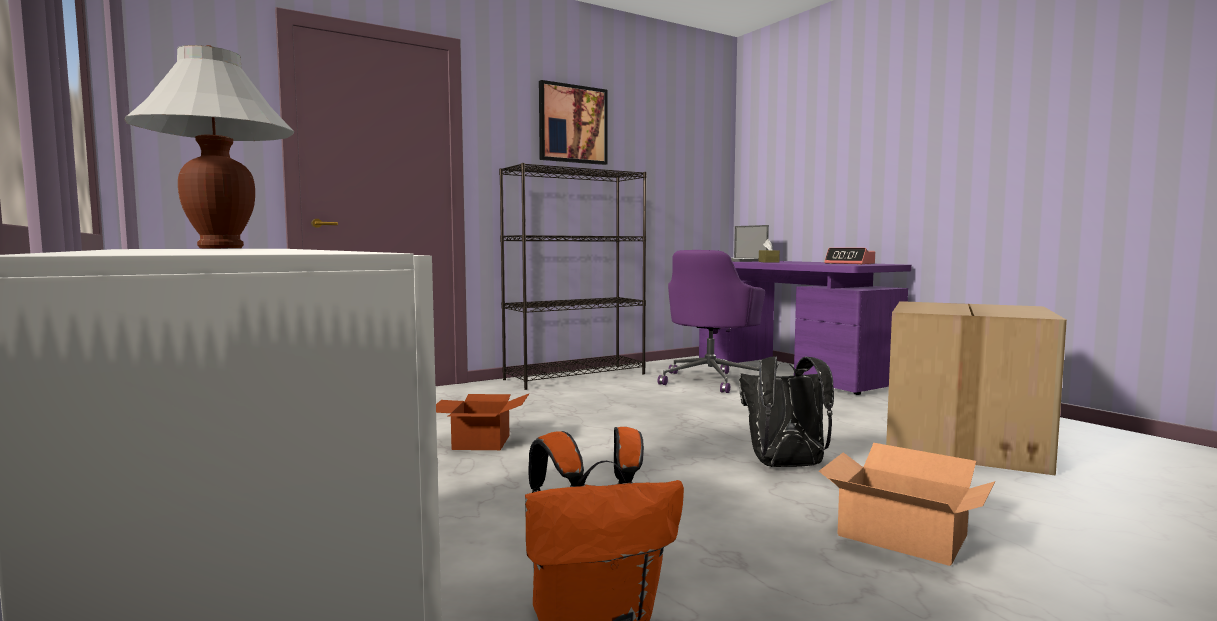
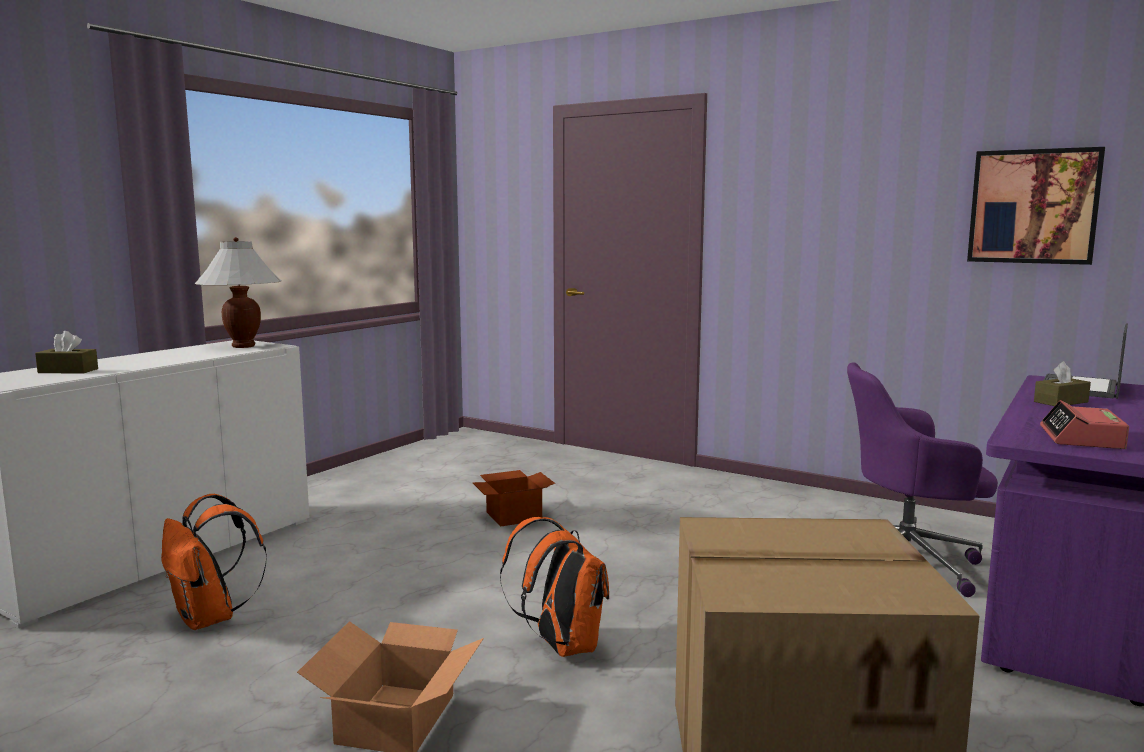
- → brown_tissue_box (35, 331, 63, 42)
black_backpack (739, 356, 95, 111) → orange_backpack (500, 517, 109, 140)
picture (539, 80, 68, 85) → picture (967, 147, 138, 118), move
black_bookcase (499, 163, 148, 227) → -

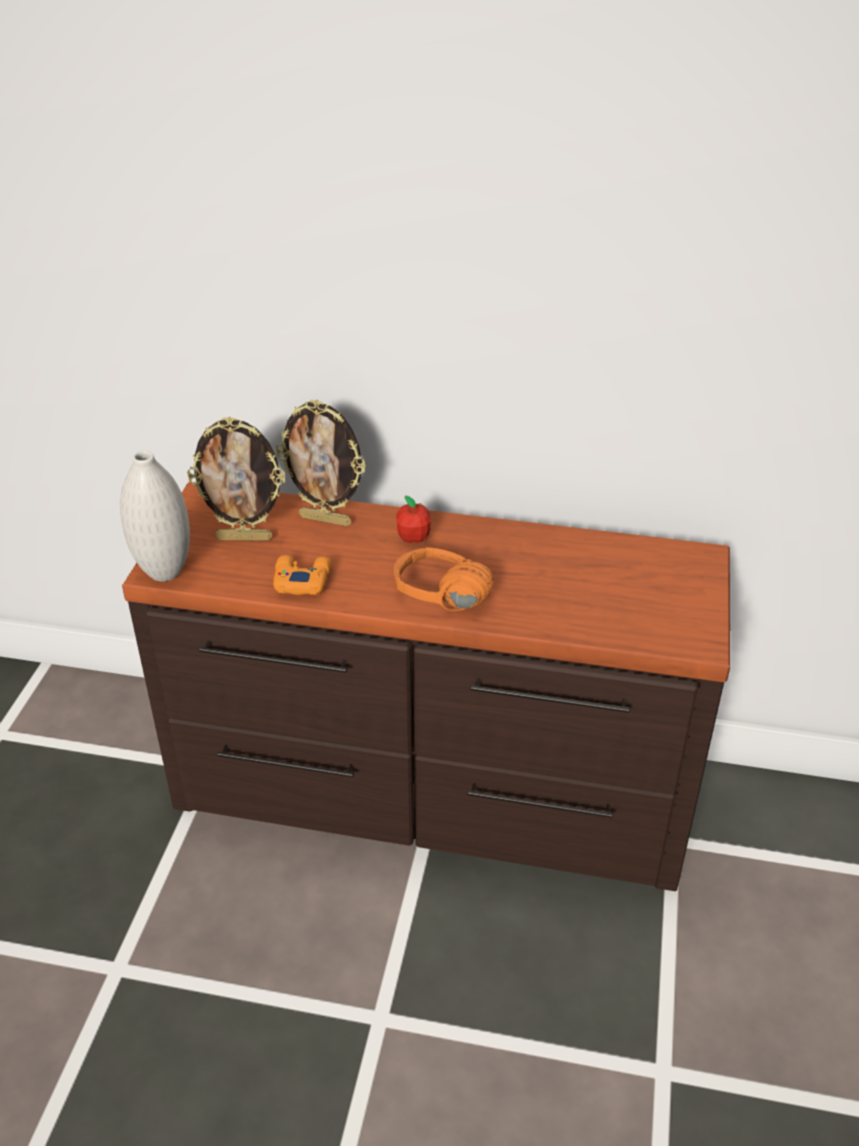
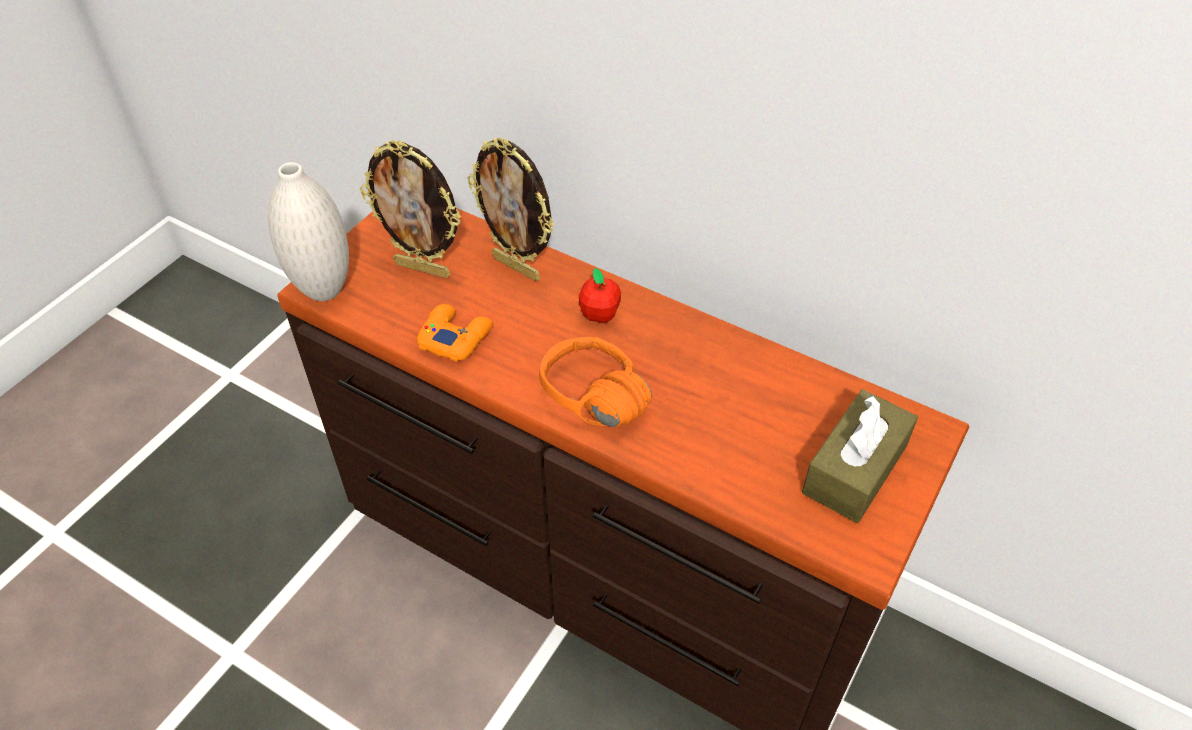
- → brown_tissue_box (802, 389, 116, 134)

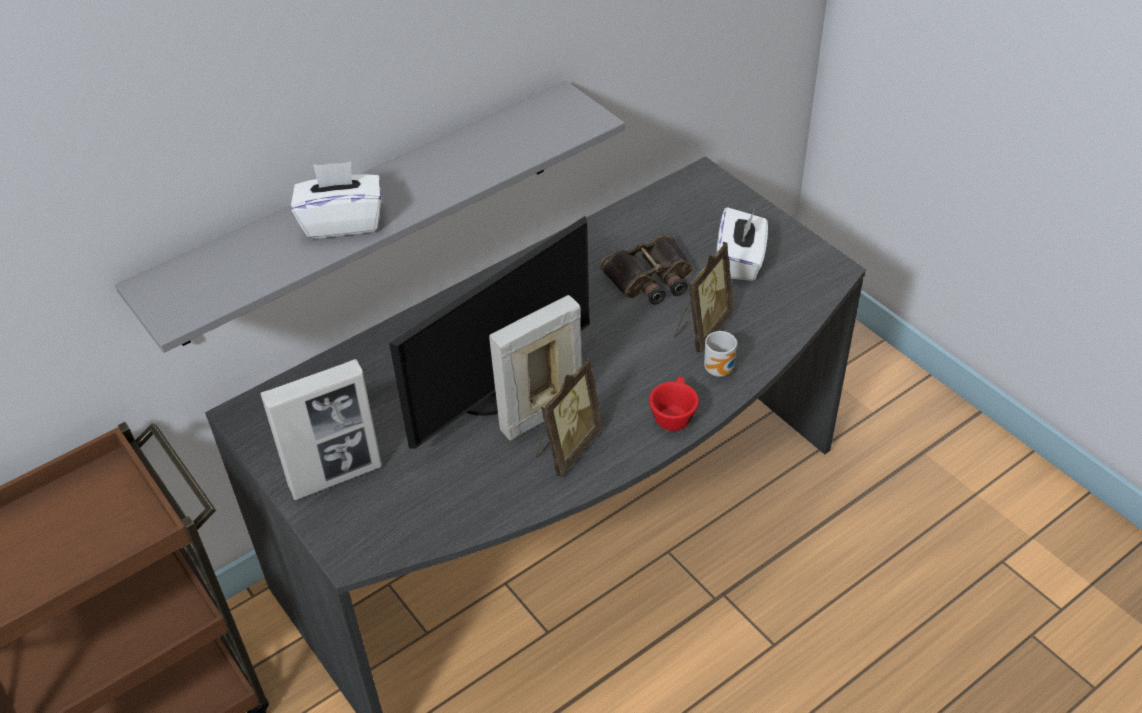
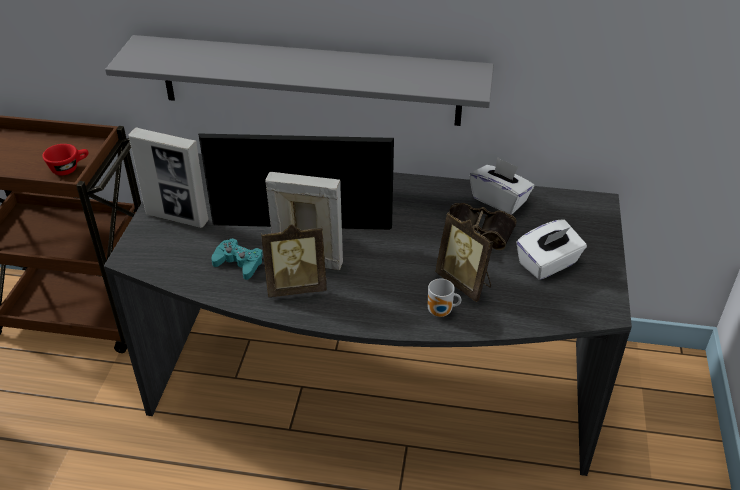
red_cup (649, 377, 50, 54) → red_cup (42, 144, 46, 31), move
- → turquoise_game_controller (211, 238, 53, 42)
picture_frame (674, 242, 60, 111) → picture_frame (435, 212, 59, 90), 60 degrees clockwise
white_tissue_box (291, 162, 90, 76) → white_tissue_box (469, 157, 65, 58), move

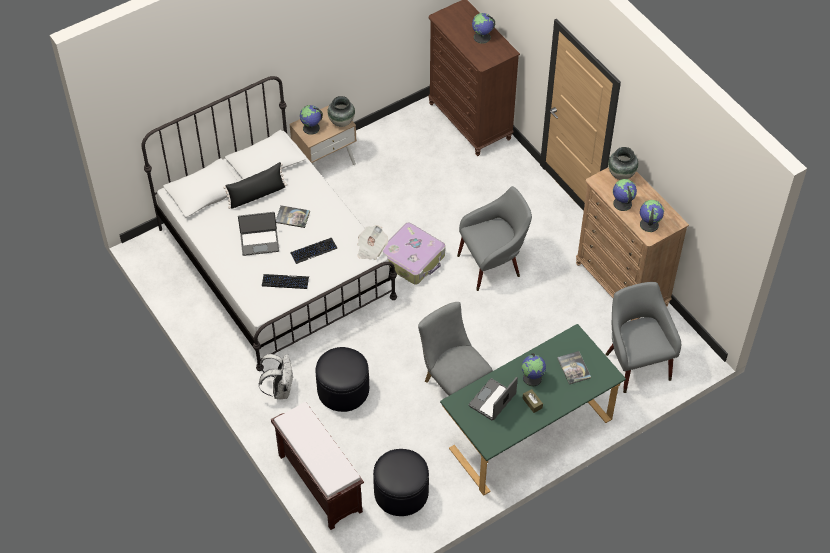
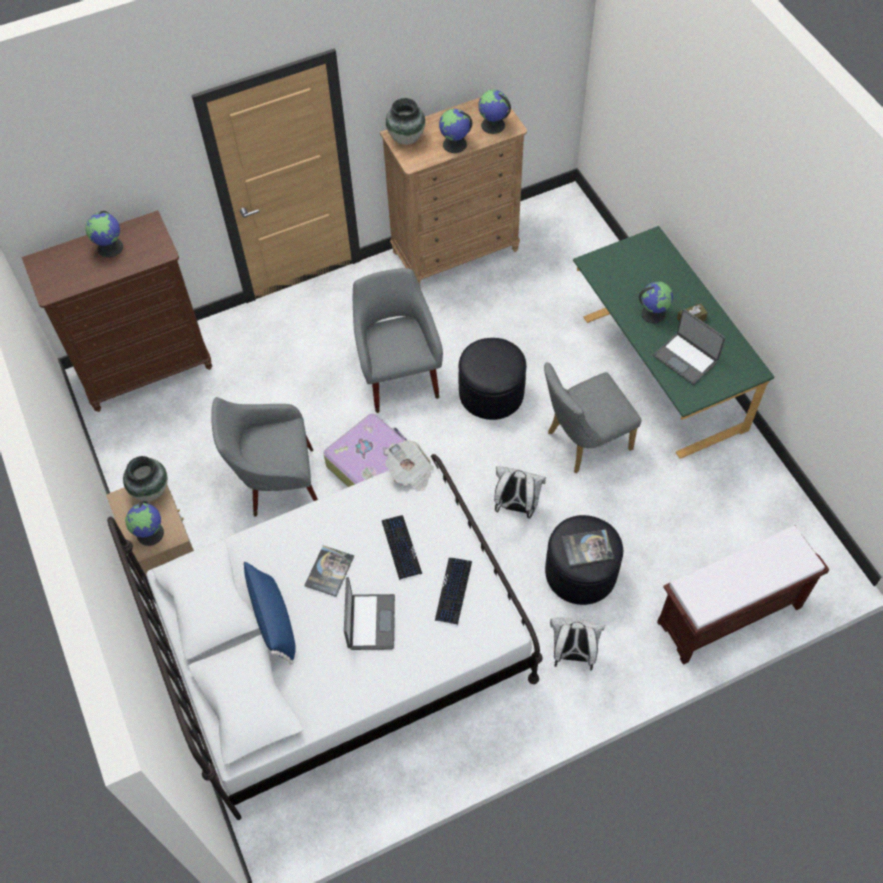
grey_armchair (605, 282, 76, 111) → grey_armchair (211, 397, 107, 120), move
black_pillow (223, 162, 64, 47) → blue_pillow (243, 561, 53, 103)
black_ottoman (373, 449, 56, 67) → black_ottoman (458, 338, 68, 82), move
- → white_backpack (494, 466, 52, 52)
book (557, 351, 34, 33) → book (562, 529, 52, 37), move

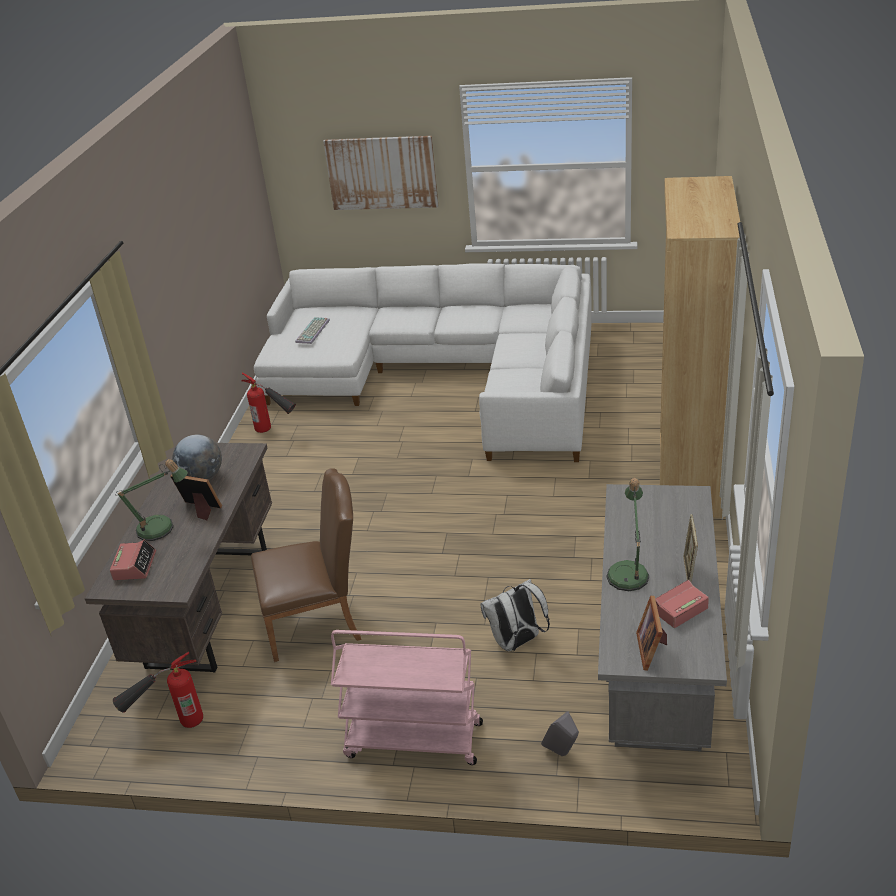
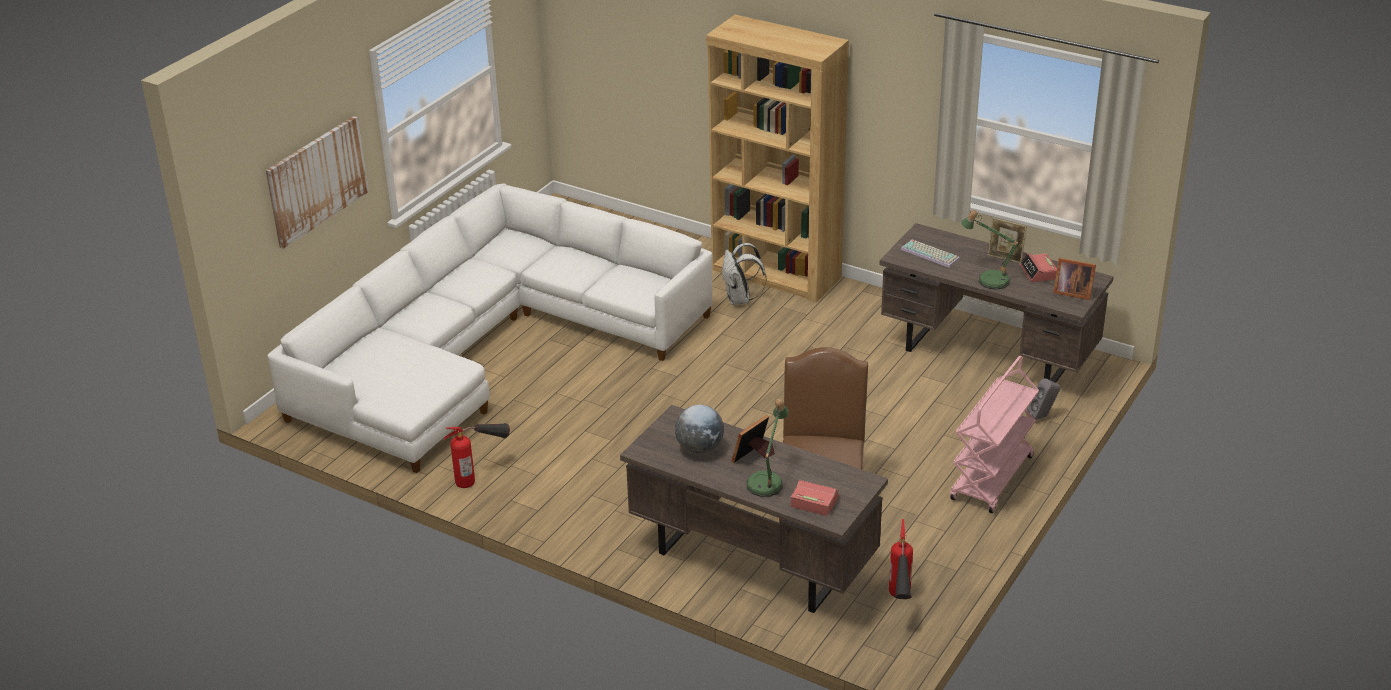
white_backpack (480, 579, 70, 73) → white_backpack (722, 243, 45, 62), move
grey_desk (598, 484, 129, 268) → brown_desk (879, 223, 235, 160)
keyboard (295, 317, 35, 27) → keyboard (901, 240, 59, 28), move

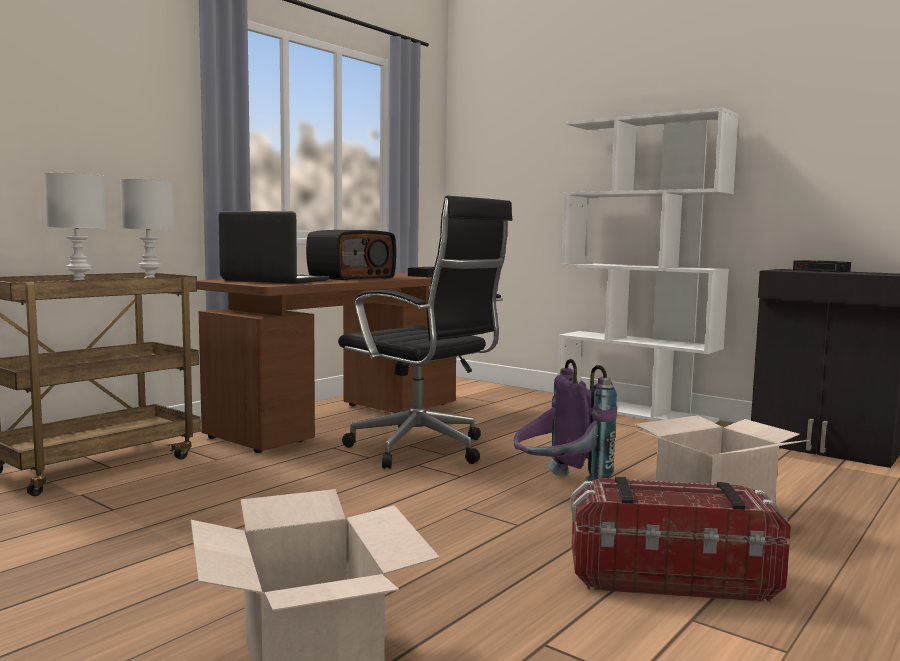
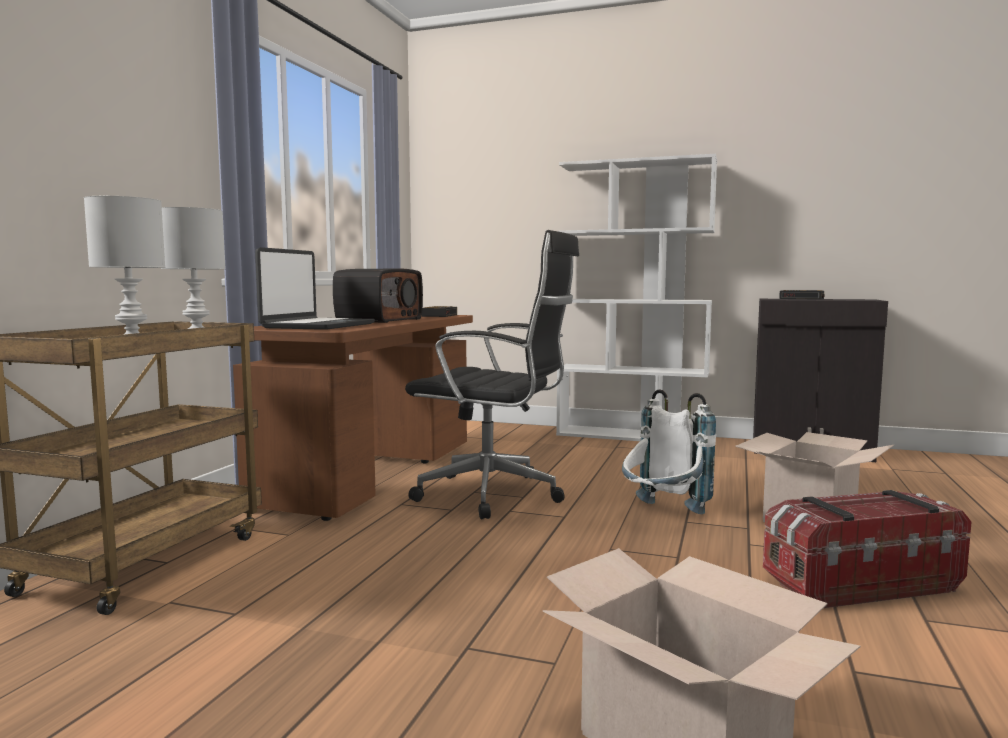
laptop (218, 211, 112, 73) → laptop (255, 247, 120, 83), 105 degrees clockwise
purple_backpack (514, 359, 103, 122) → white_backpack (622, 389, 94, 125)

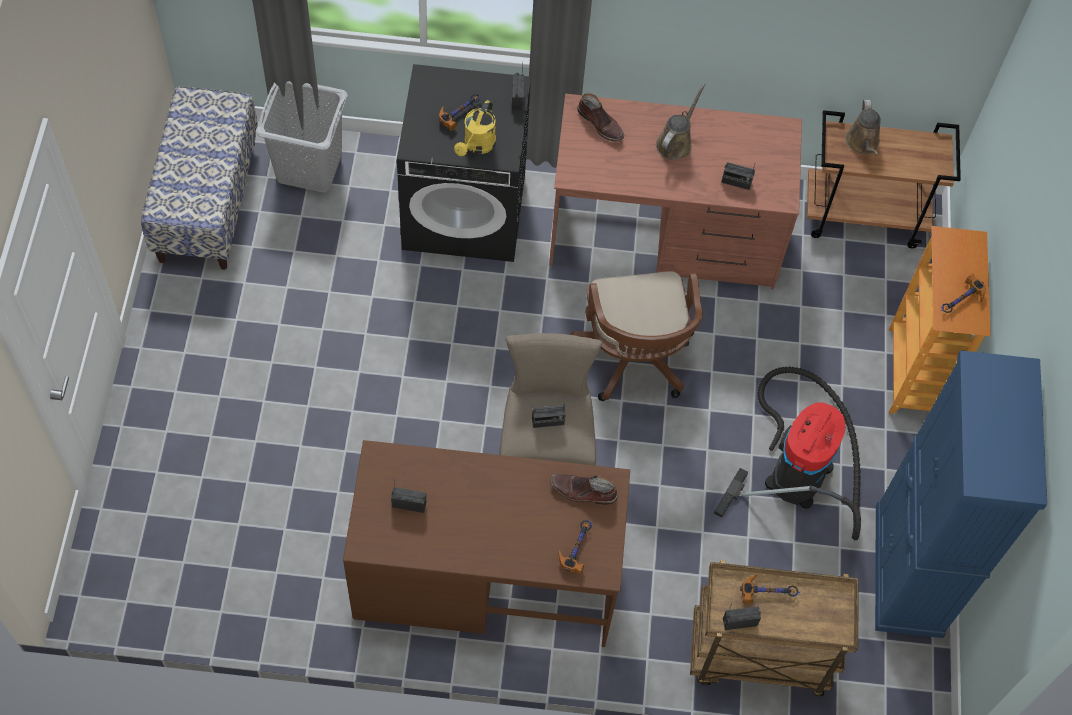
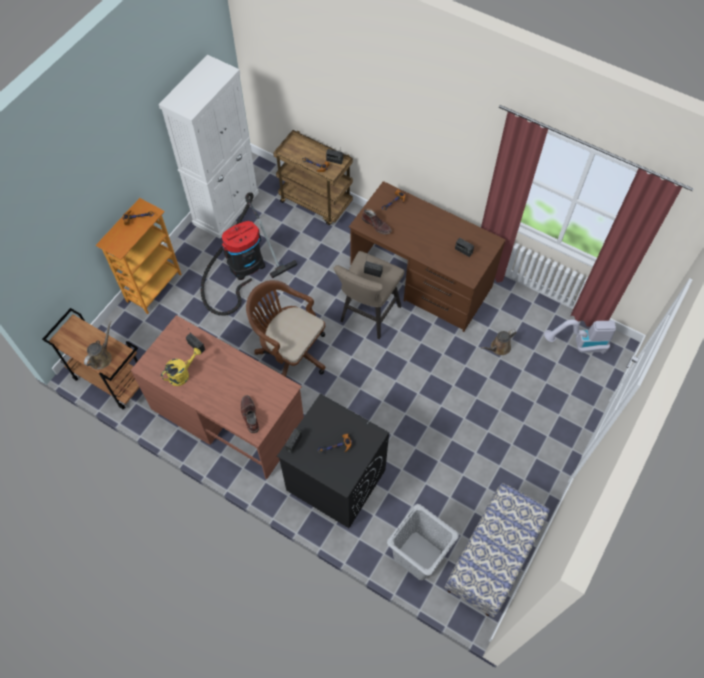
blue_cabinet (875, 350, 172, 288) → white_cabinet (159, 55, 100, 184)
yellow_watering_can (454, 100, 42, 56) → yellow_watering_can (161, 348, 40, 38), move
brown_office_chair (570, 271, 133, 130) → brown_office_chair (246, 280, 79, 97), 75 degrees counterclockwise
brown_watering_can (656, 83, 50, 77) → brown_watering_can (481, 329, 36, 26), move
- → vacuum_cleaner (544, 320, 72, 33)

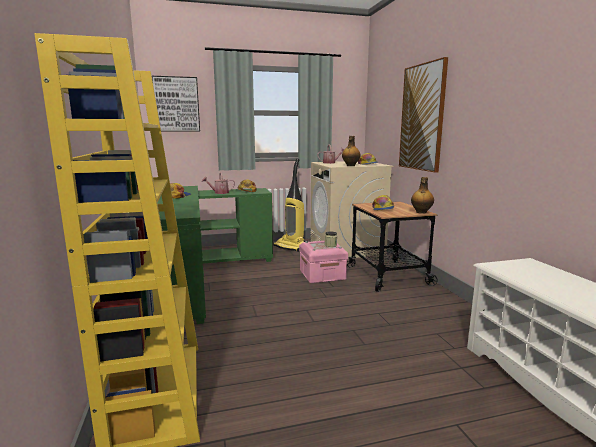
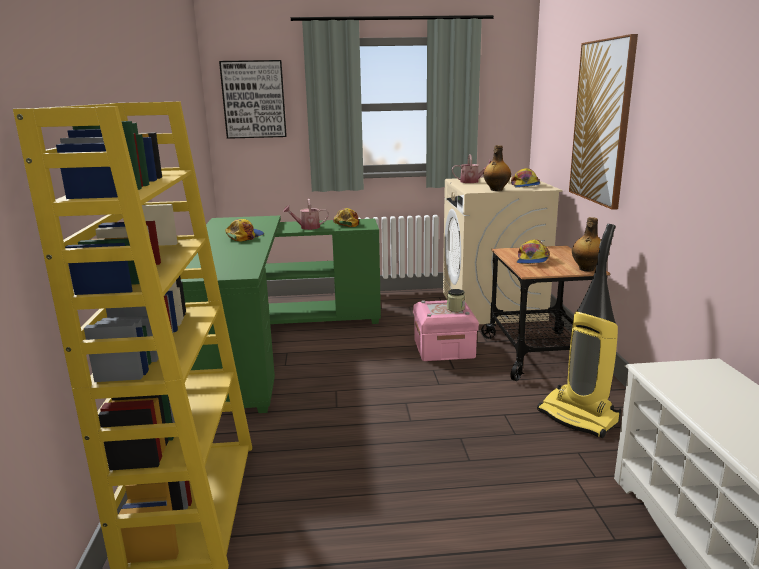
vacuum_cleaner (273, 159, 32, 93) → vacuum_cleaner (537, 224, 84, 214), move

